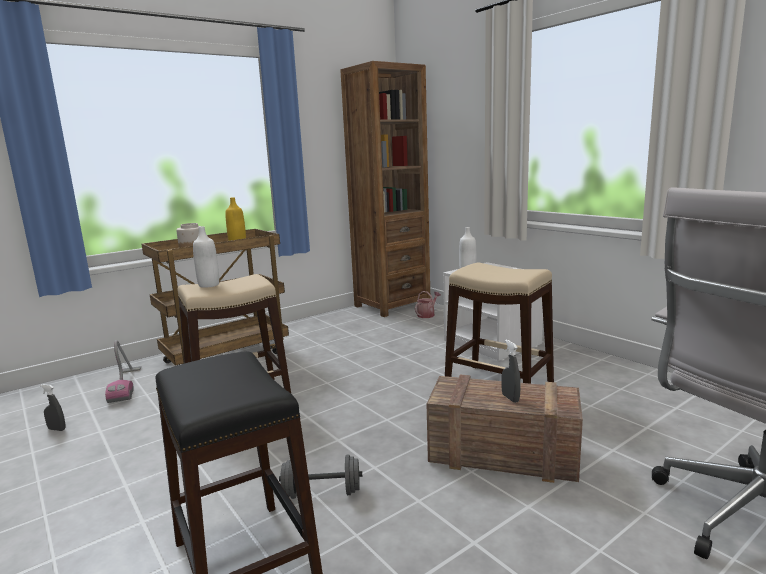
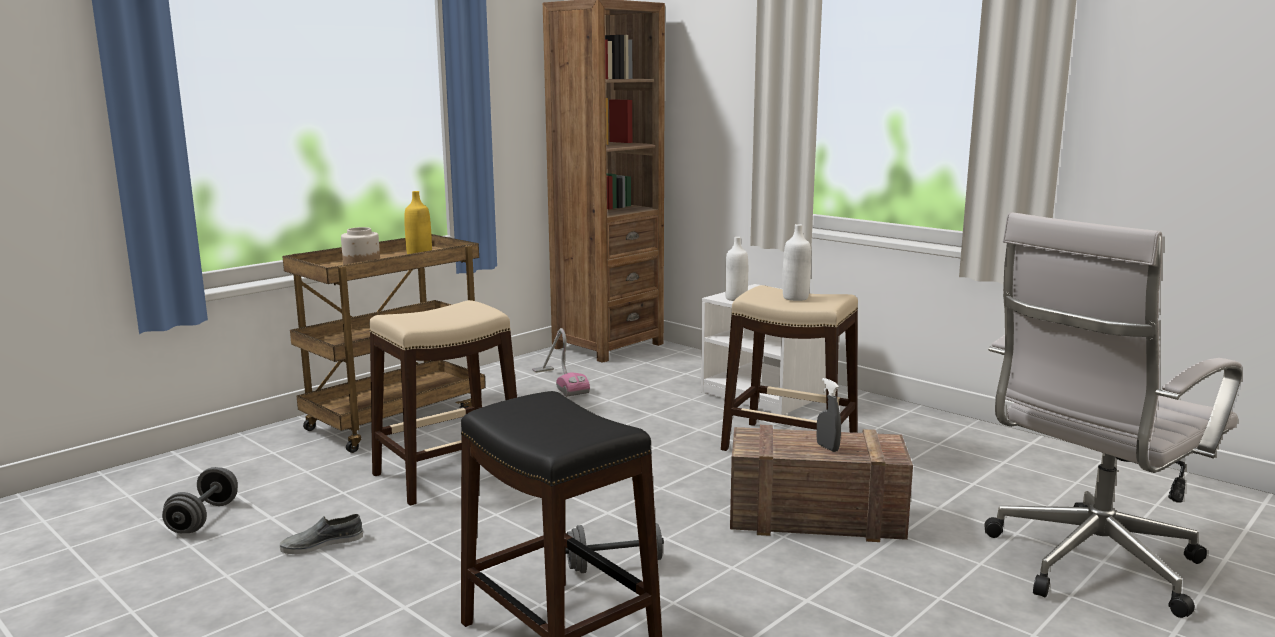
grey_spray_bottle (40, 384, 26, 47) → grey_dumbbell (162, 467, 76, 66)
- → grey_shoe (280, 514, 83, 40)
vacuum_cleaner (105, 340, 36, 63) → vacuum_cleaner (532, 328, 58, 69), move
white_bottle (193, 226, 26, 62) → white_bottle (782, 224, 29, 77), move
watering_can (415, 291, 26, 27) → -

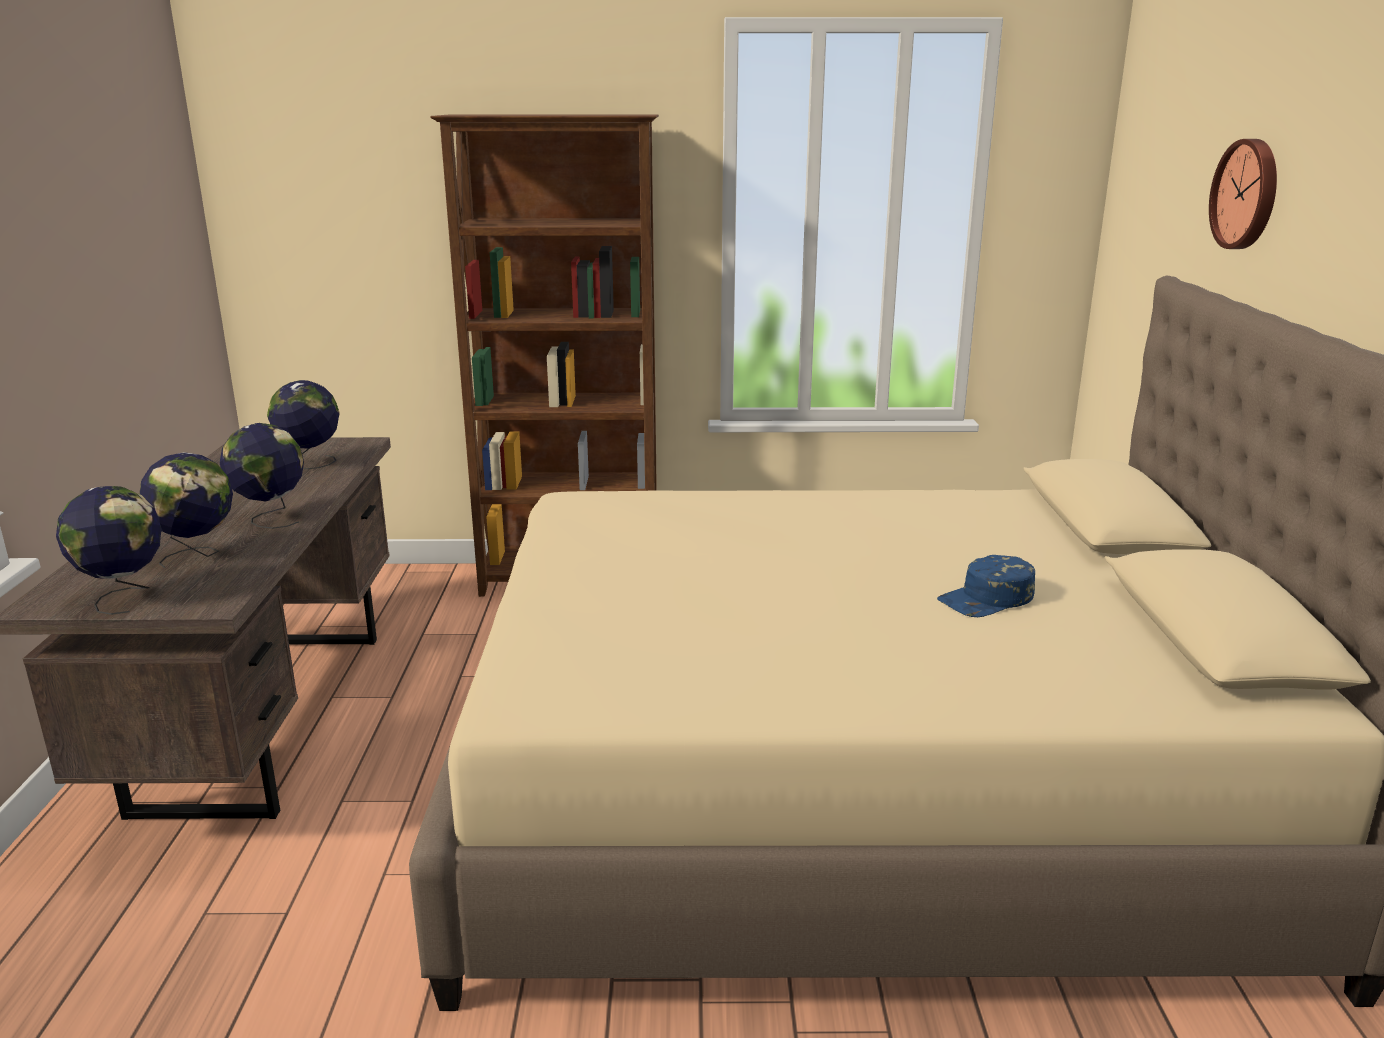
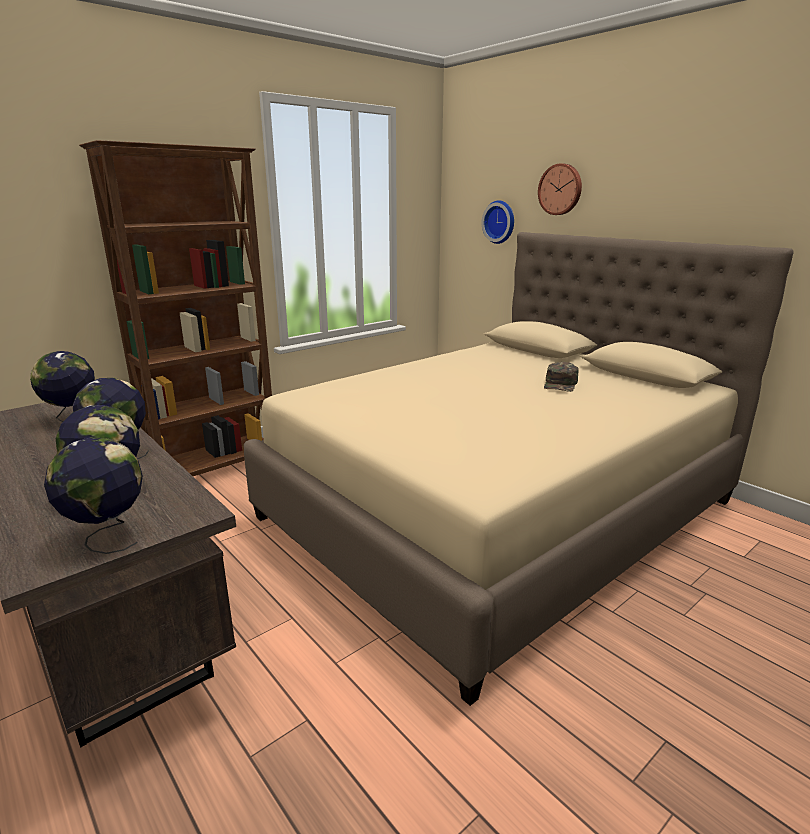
- → wall_clock (482, 200, 32, 44)
blue_cap (937, 555, 98, 62) → green_cap (544, 362, 35, 30)

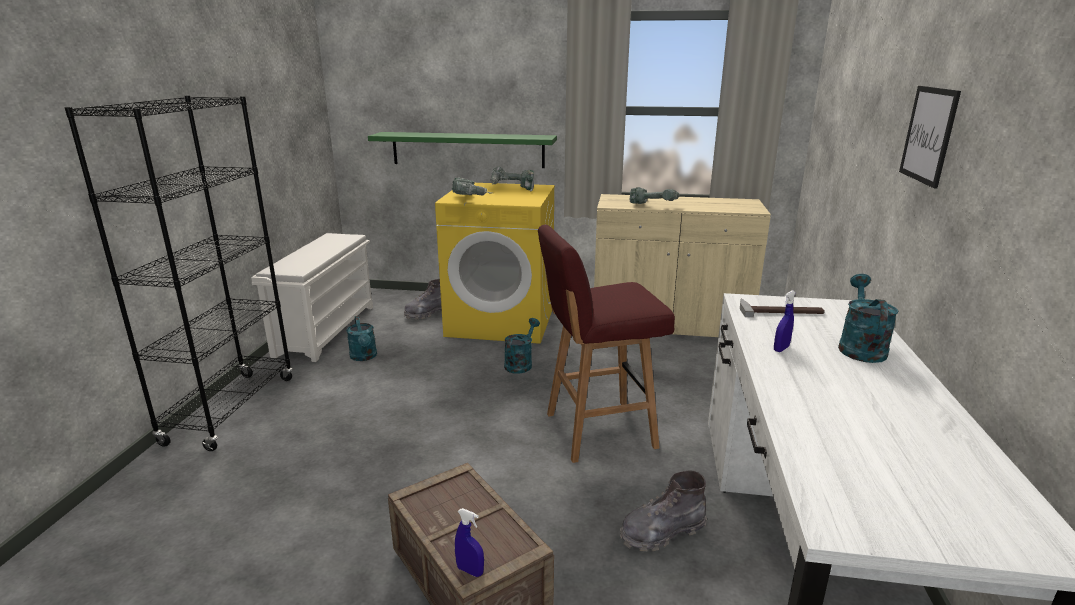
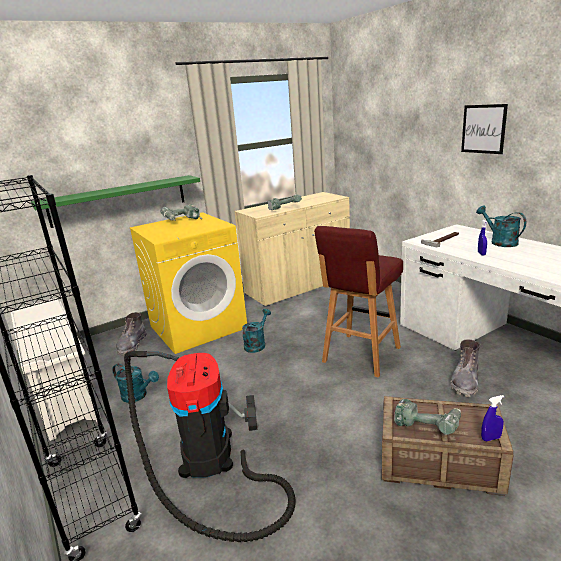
- → vacuum_cleaner (124, 351, 172, 191)
turquoise_watering_can (504, 318, 36, 55) → turquoise_watering_can (242, 309, 29, 44), 45 degrees clockwise
power_drill (452, 177, 40, 18) → power_drill (394, 399, 67, 36), move

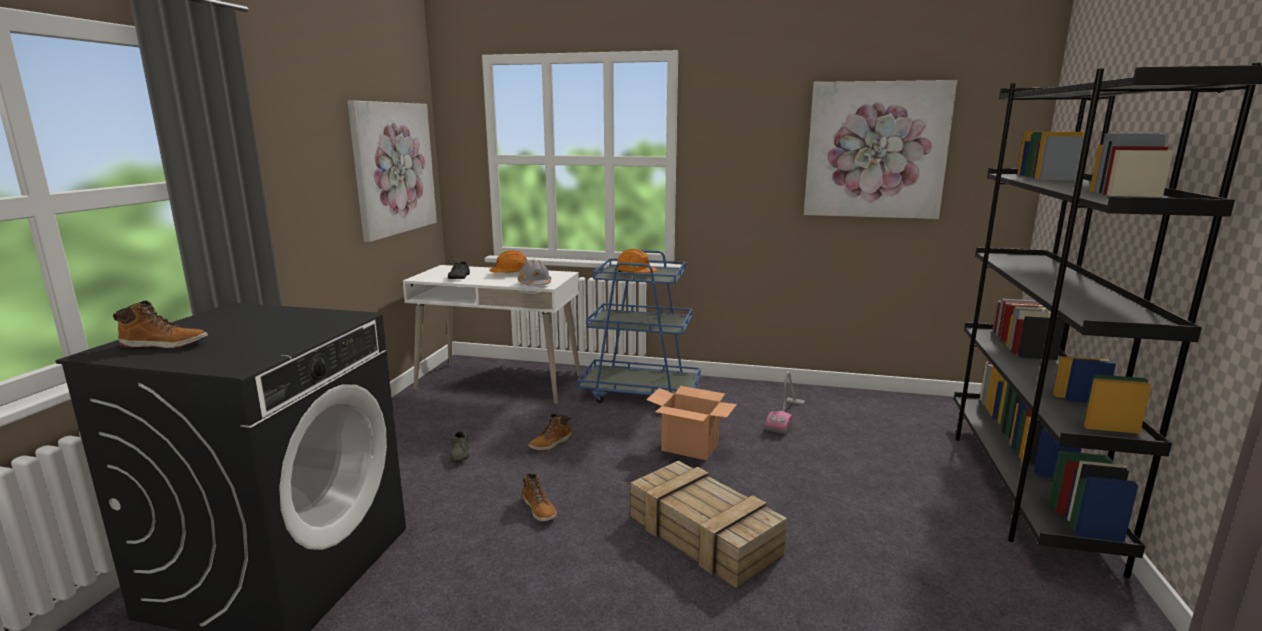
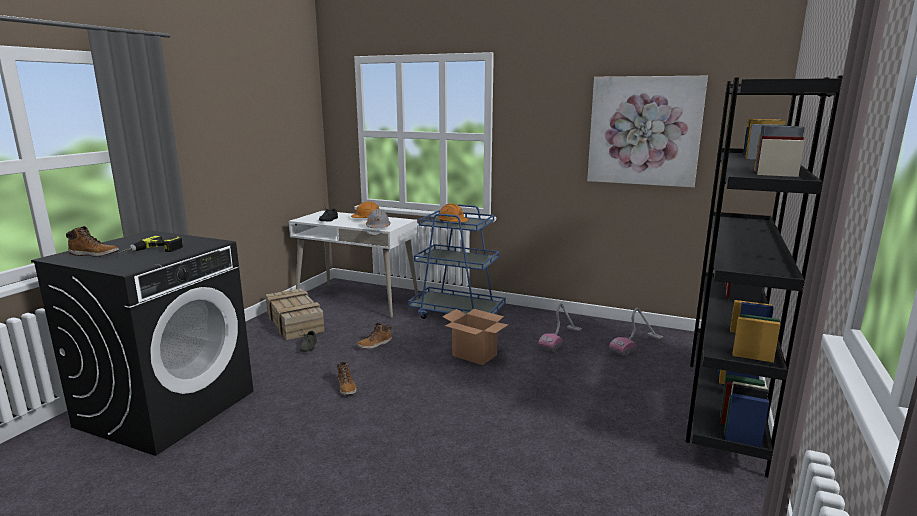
- → power_drill (117, 236, 66, 18)
crate (630, 461, 157, 127) → crate (266, 288, 58, 52), move
- → vacuum_cleaner (609, 308, 54, 48)
picture (347, 101, 90, 141) → -

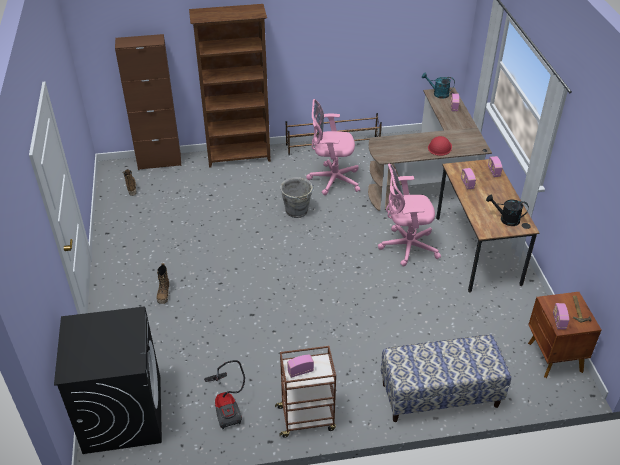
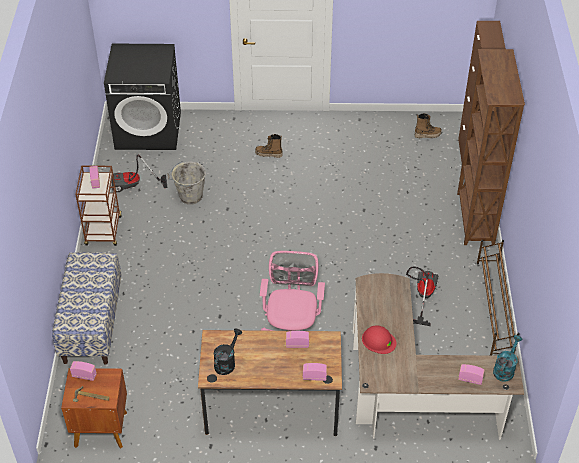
grey_bucket (280, 177, 34, 41) → grey_bucket (168, 161, 38, 44), move
pink_office_chair (306, 99, 54, 96) → vacuum_cleaner (406, 266, 33, 60)

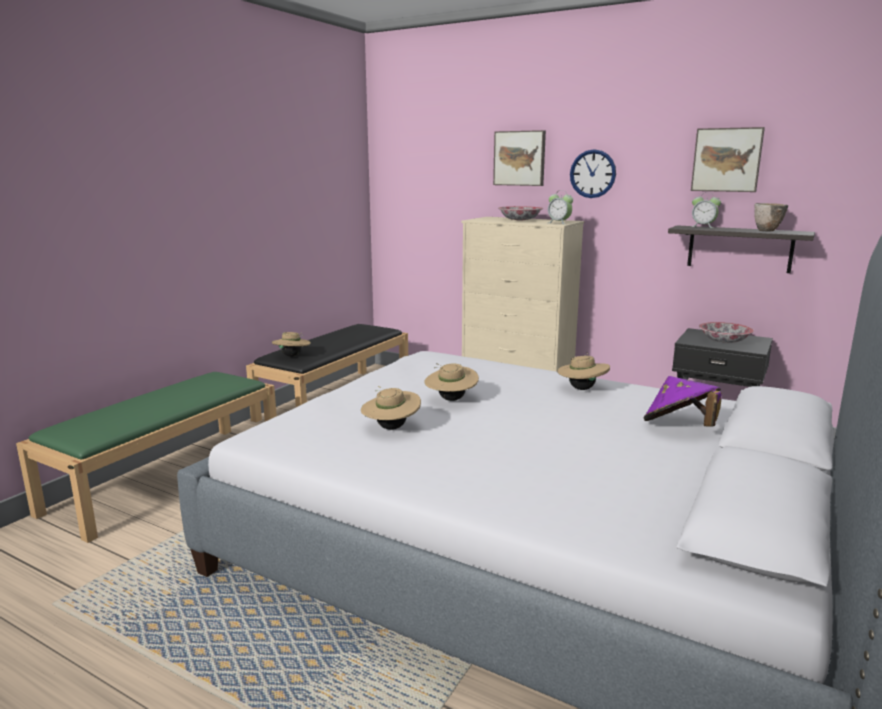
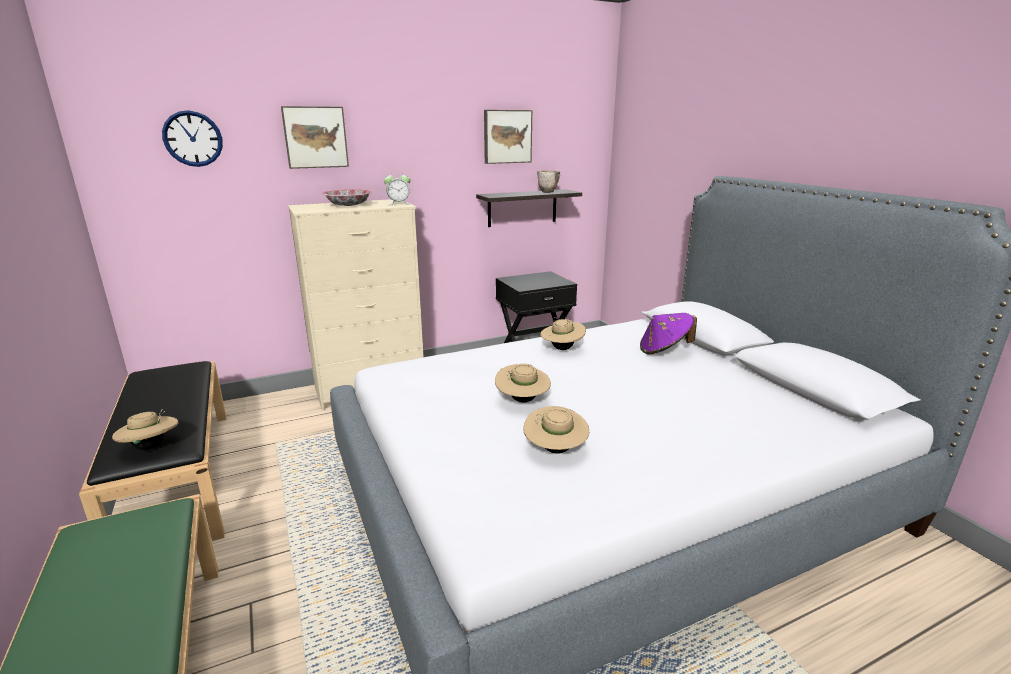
wall_clock (570, 149, 46, 49) → wall_clock (162, 110, 61, 57), move
alarm_clock (691, 192, 30, 36) → -
bowl (699, 322, 55, 21) → -

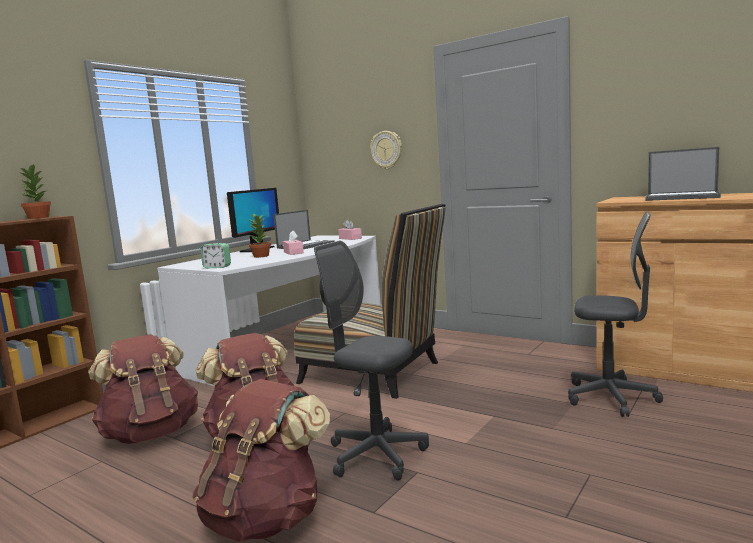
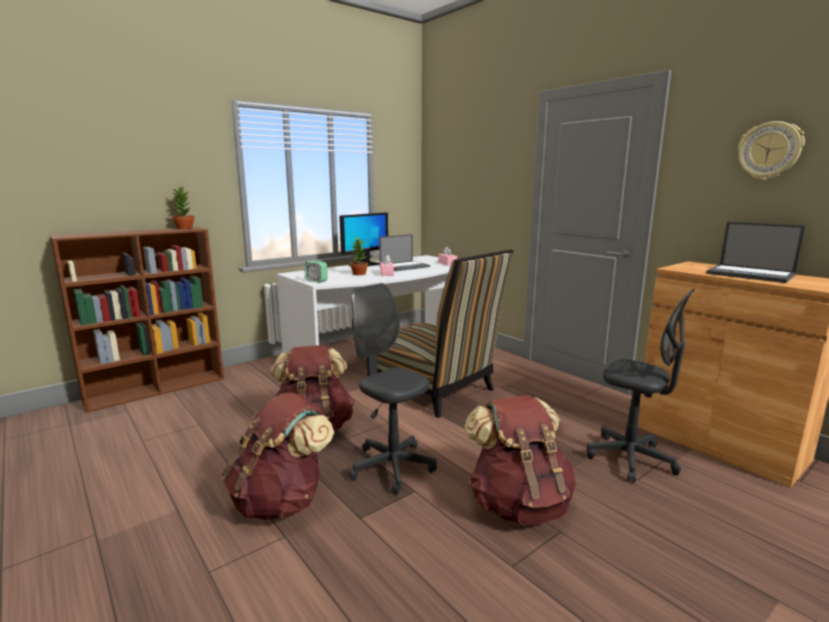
brown_backpack (88, 334, 110, 110) → brown_backpack (464, 395, 112, 131), move
wall_clock (370, 131, 32, 39) → wall_clock (738, 121, 67, 59), move

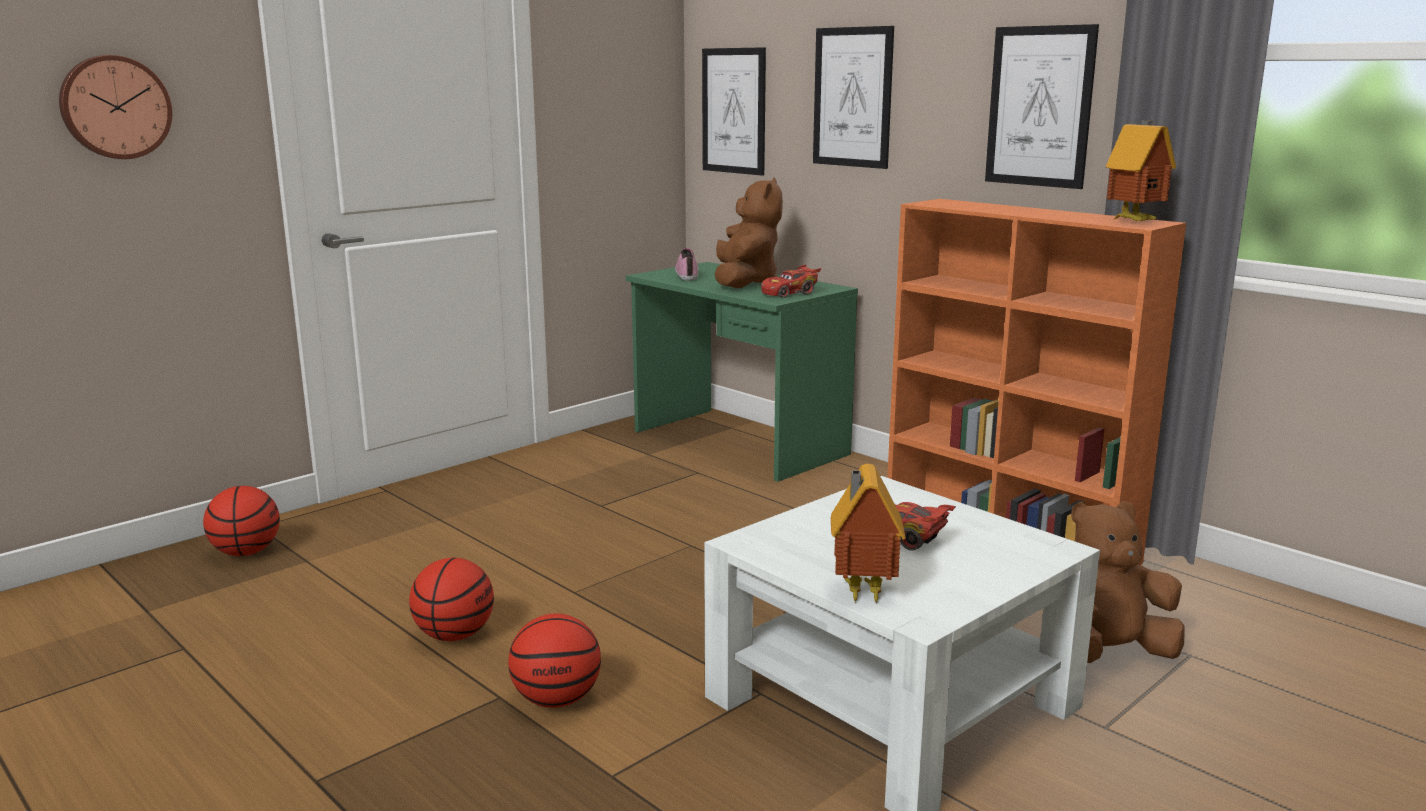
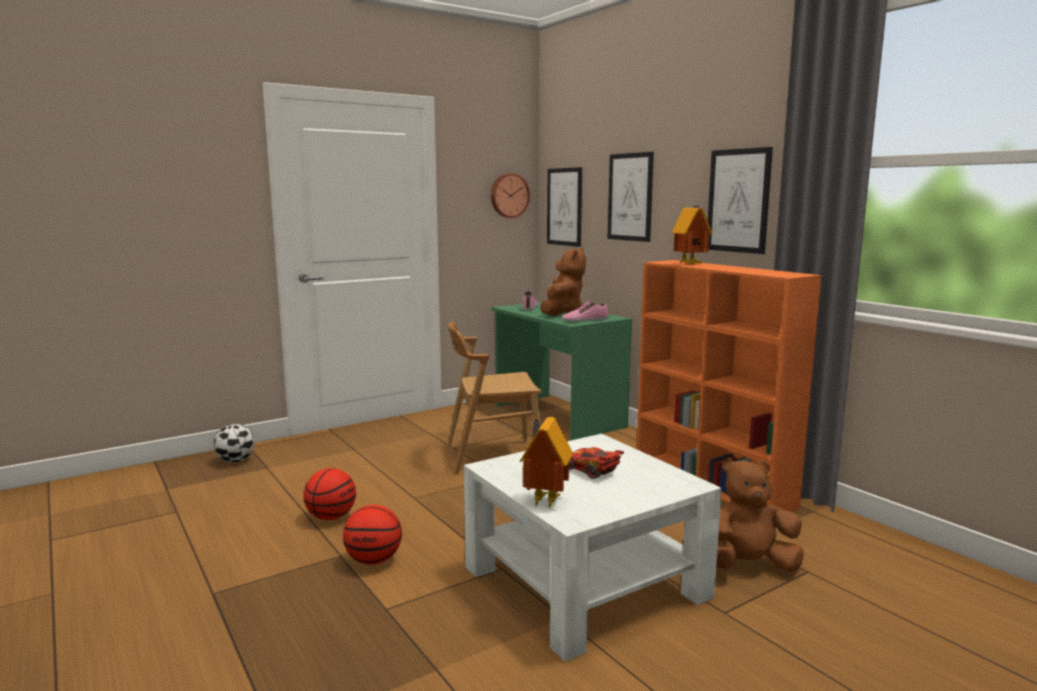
basketball (203, 486, 77, 70) → football (214, 424, 41, 38)
- → brown_chair (447, 321, 95, 154)
wall_clock (59, 55, 113, 104) → wall_clock (491, 173, 39, 45), move
red_toy_car (761, 265, 60, 33) → shoe (562, 301, 47, 21)
toy_house (1106, 120, 70, 101) → toy_house (672, 205, 40, 59), move

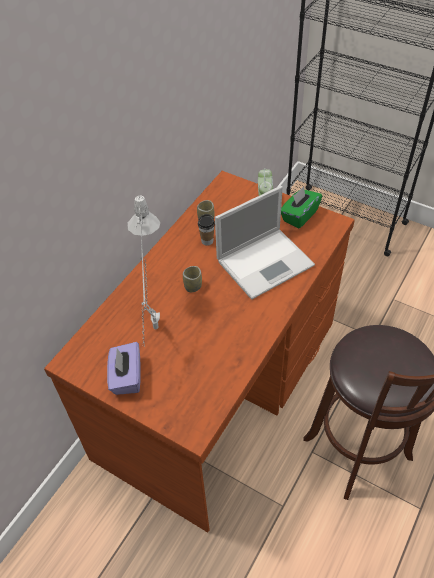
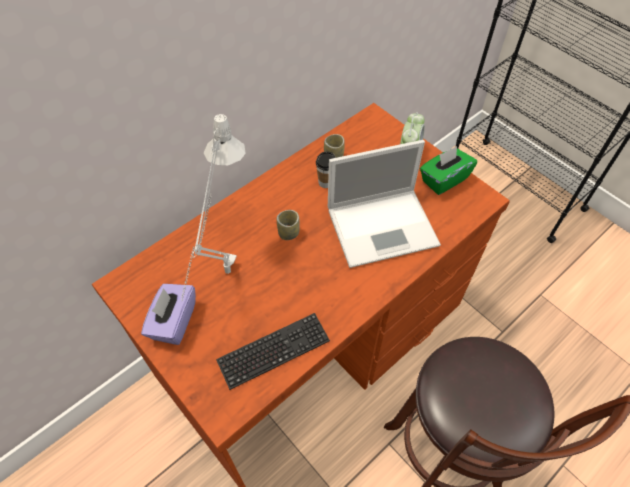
- → keyboard (216, 313, 114, 77)

